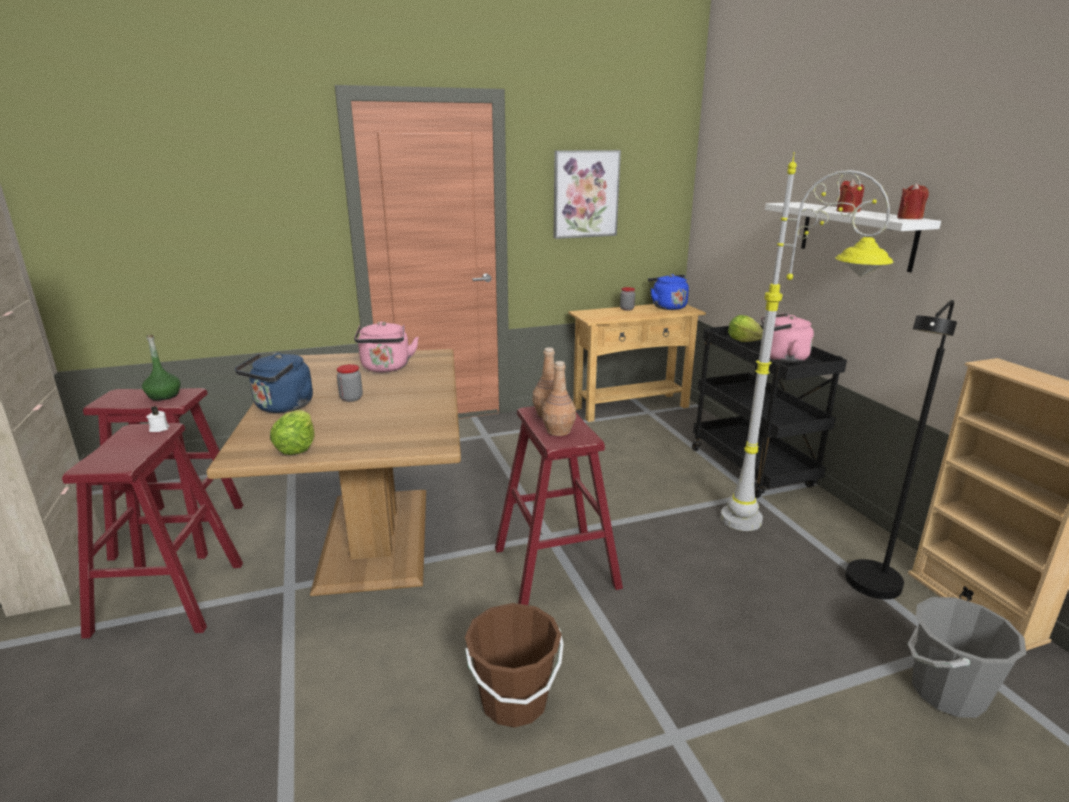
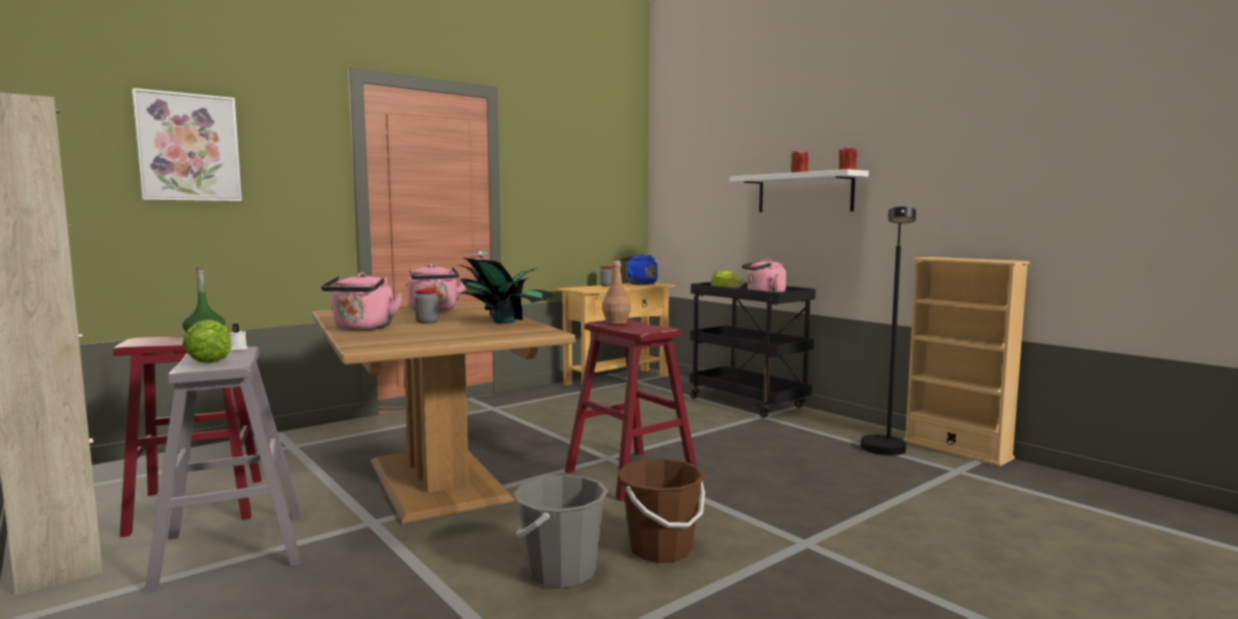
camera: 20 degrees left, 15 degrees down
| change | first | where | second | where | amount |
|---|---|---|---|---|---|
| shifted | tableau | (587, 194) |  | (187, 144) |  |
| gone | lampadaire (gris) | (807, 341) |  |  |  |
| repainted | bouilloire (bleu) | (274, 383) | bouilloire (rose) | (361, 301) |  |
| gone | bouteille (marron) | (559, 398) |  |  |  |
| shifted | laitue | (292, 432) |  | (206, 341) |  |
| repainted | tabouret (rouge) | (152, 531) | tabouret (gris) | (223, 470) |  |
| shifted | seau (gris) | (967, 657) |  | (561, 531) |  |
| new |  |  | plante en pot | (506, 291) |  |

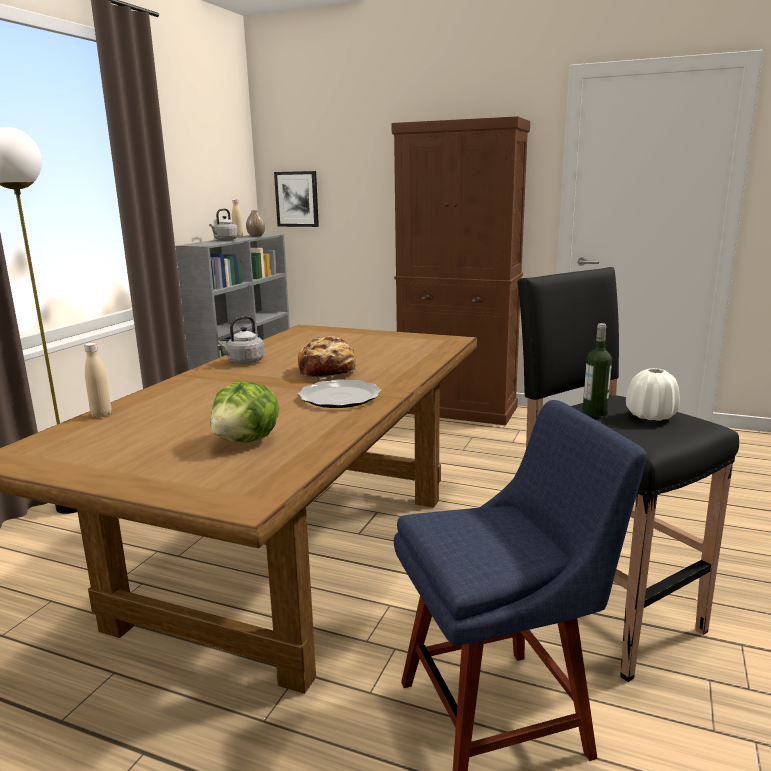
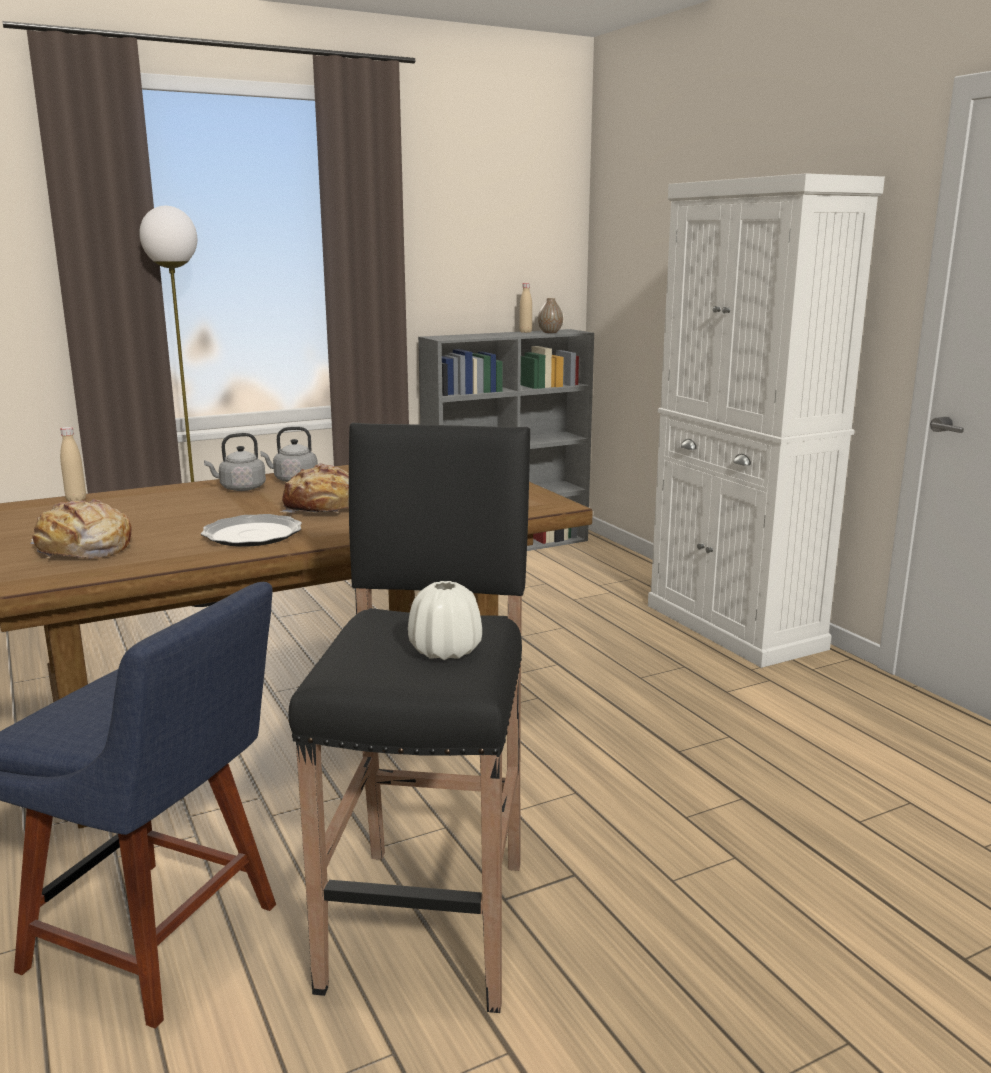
camera: 40 degrees right, 0 degrees up
| change | first | where | second | where | amount |
|---|---|---|---|---|---|
| repainted | meuble de rangement (marron) | (461, 270) | meuble de rangement (blanc) | (766, 420) |  |
| gone | tableau | (296, 199) |  |  |  |
| shifted | bouilloire (gris) | (223, 224) |  | (235, 462) |  |
| gone | bouteille | (597, 370) |  |  |  |
| swapped | laitue | (245, 411) | pain | (81, 529) |  |

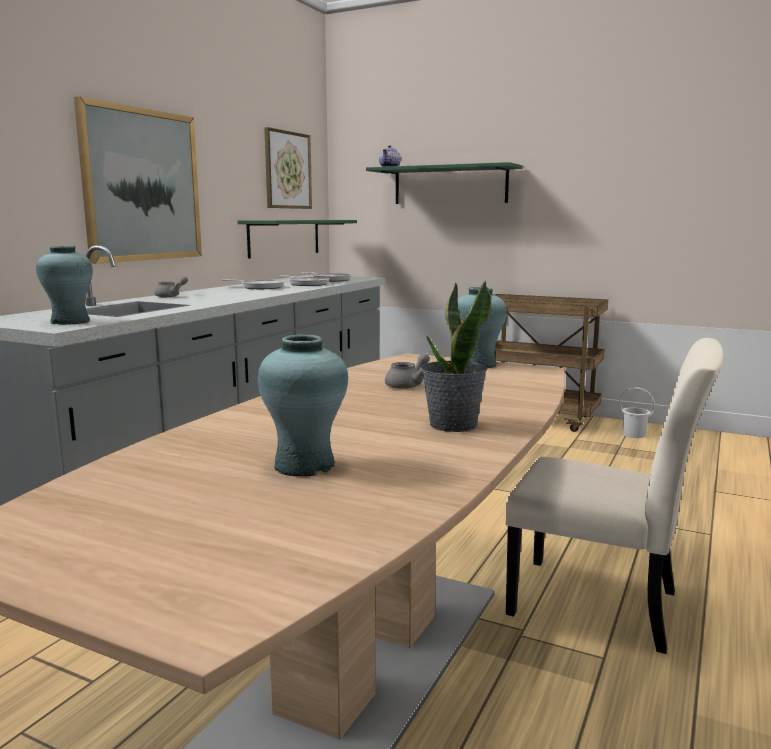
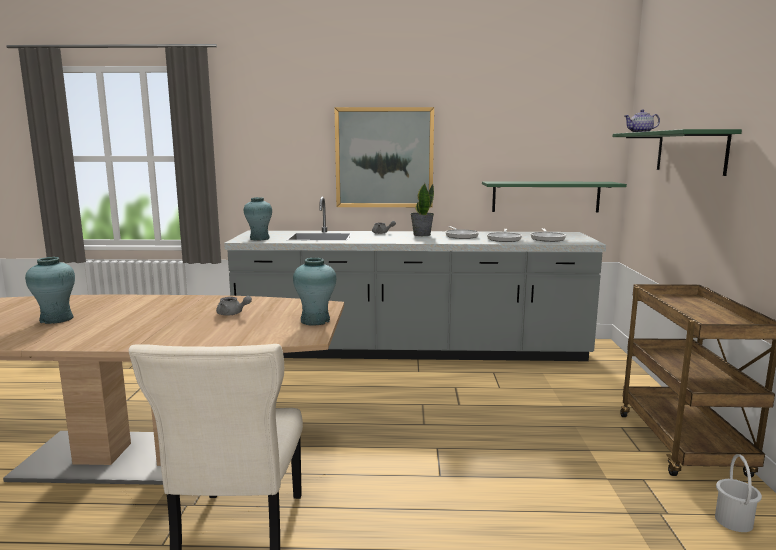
camera: 65 degrees right, 0 degrees up
| change | first | where | second | where | amount |
|---|---|---|---|---|---|
| gone | tableau | (288, 168) |  |  |  |
| shifted | plante en pot | (456, 356) |  | (422, 209) |  |

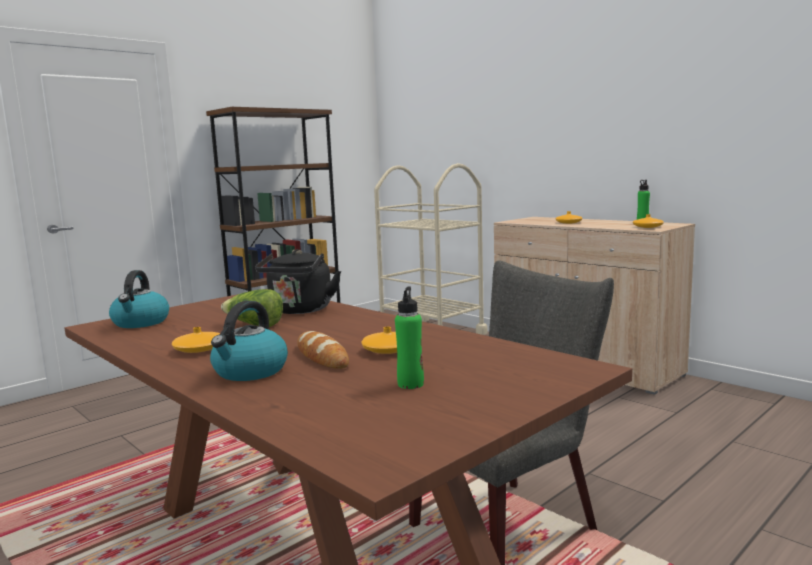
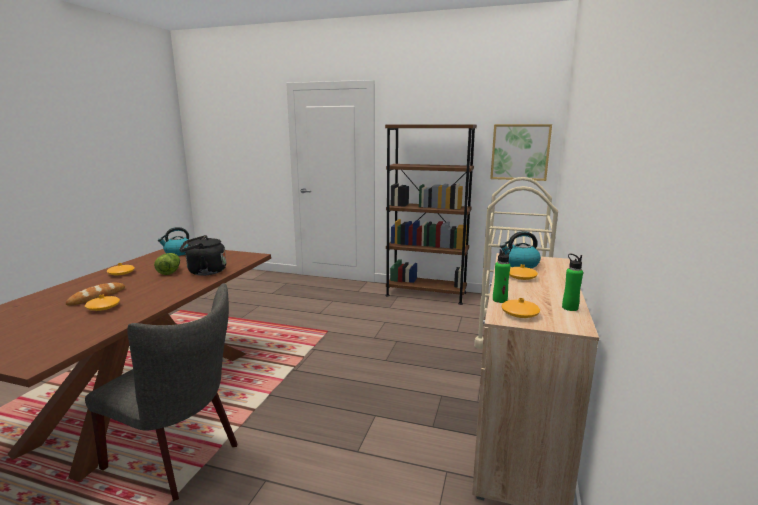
camera: 60 degrees right, 5 degrees up
| change | first | where | second | where | amount |
|---|---|---|---|---|---|
| shifted | bouteille (vert) | (409, 338) |  | (502, 275) |  |
| shifted | bouilloire | (249, 341) |  | (520, 249) |  |
| new |  |  | tableau | (521, 152) |  |

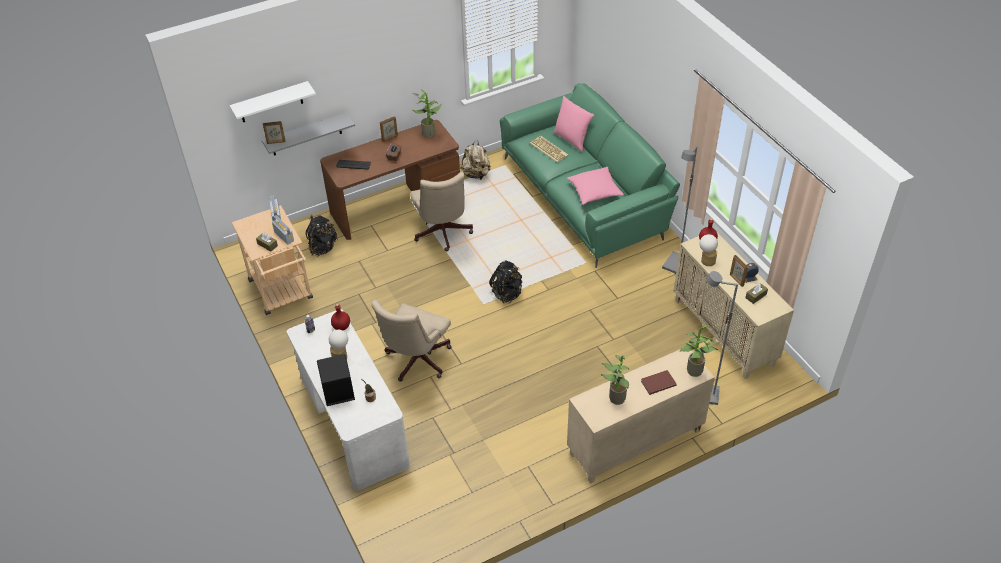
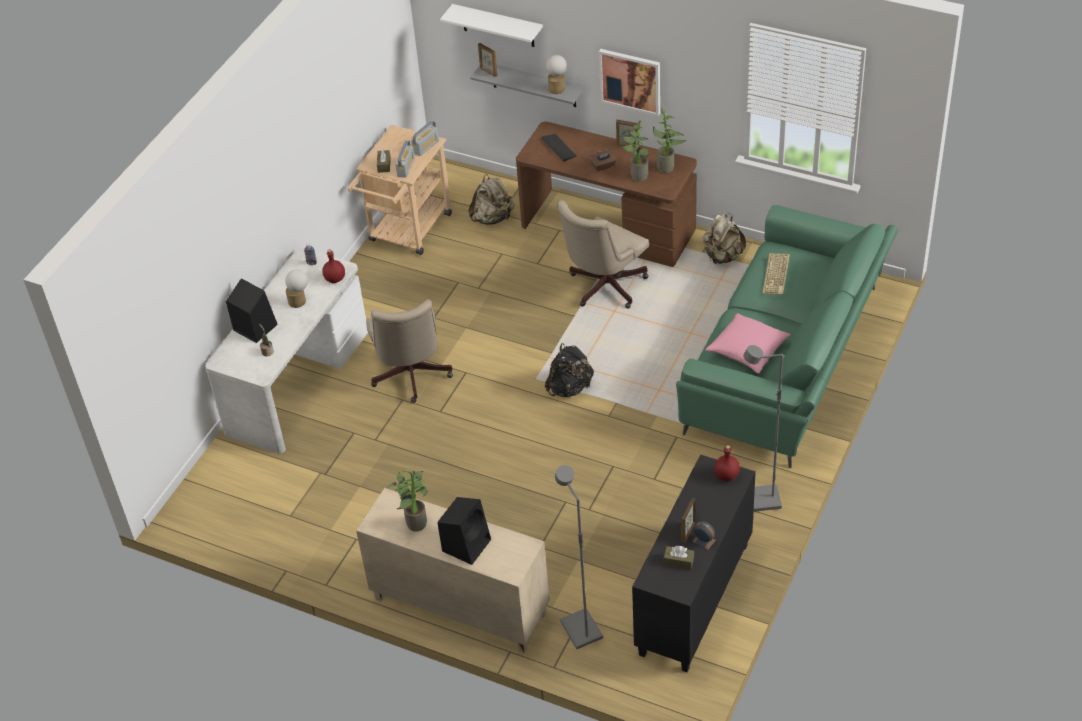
camera: 55 degrees right, 0 degrees up
| change | first | where | second | where | amount |
|---|---|---|---|---|---|
| gone | coussin (rose) | (574, 124) |  |  |  |
| repainted | sac à dos (noir) | (322, 236) | sac à dos (beige) | (491, 199) |  |
| repainted | meuble de rangement (beige) | (734, 305) | meuble de rangement (noir) | (694, 563) |  |
| shifted | lampe de table | (708, 250) |  | (556, 74) |  |
| rotated | chaise de bureau (beige) | (411, 340) |  | (409, 351) | 90 degrees counterclockwise |
| shifted | plante en pot | (699, 351) |  | (634, 150) |  |
| swapped | livre (marron) | (659, 382) | enceinte (noir) | (464, 531) |  |
| new |  |  | tableau | (629, 82) |  |

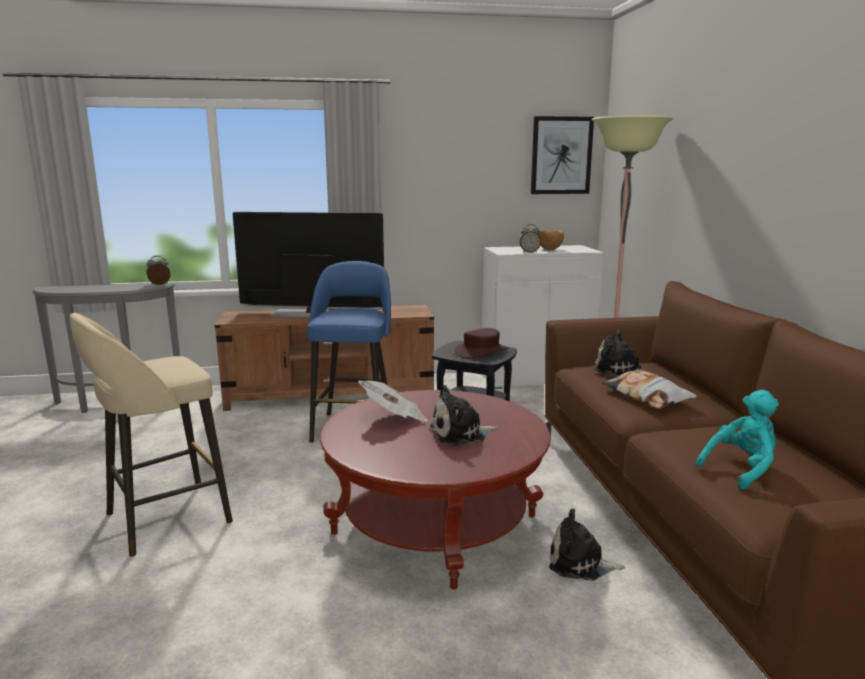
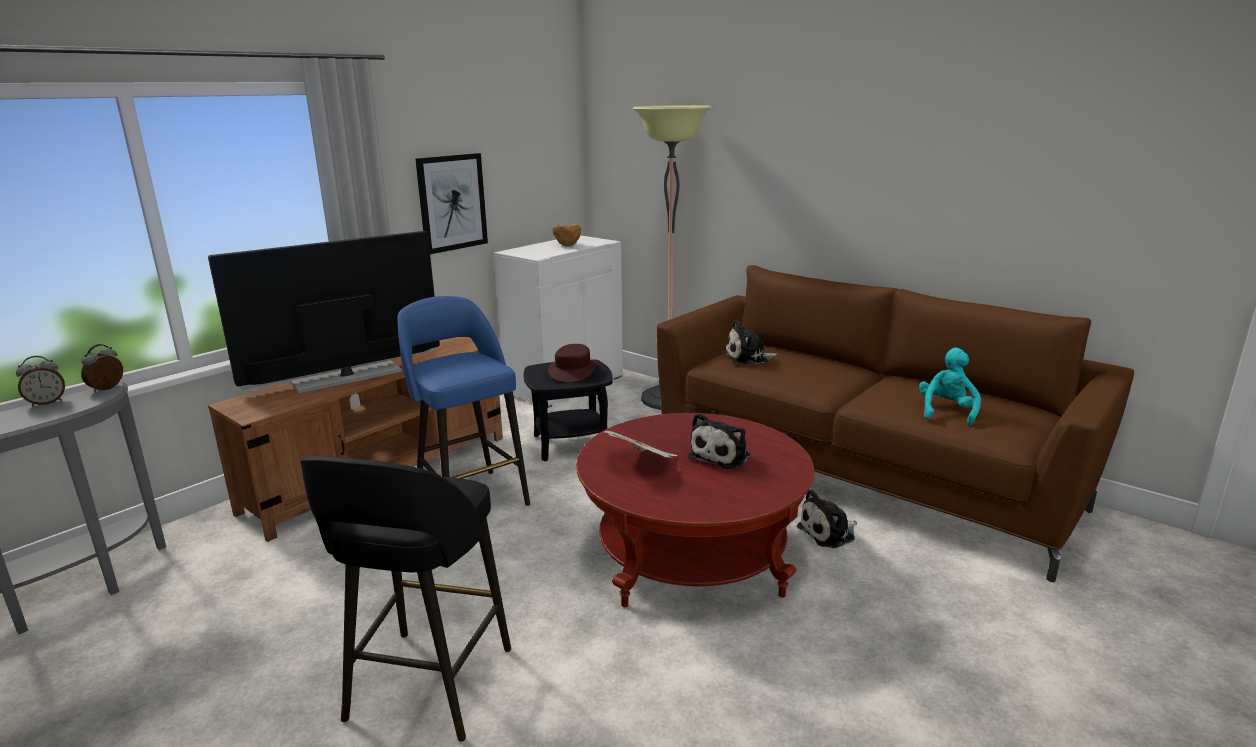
camera: 40 degrees left, 5 degrees up
| change | first | where | second | where | amount |
|---|---|---|---|---|---|
| shifted | tableau | (562, 155) |  | (451, 203) |  |
| shifted | réveil | (530, 238) |  | (40, 381) |  |
| repainted | tabouret (beige) | (151, 435) | tabouret (noir) | (405, 599) |  |
| gone | coussin | (649, 389) |  |  |  |

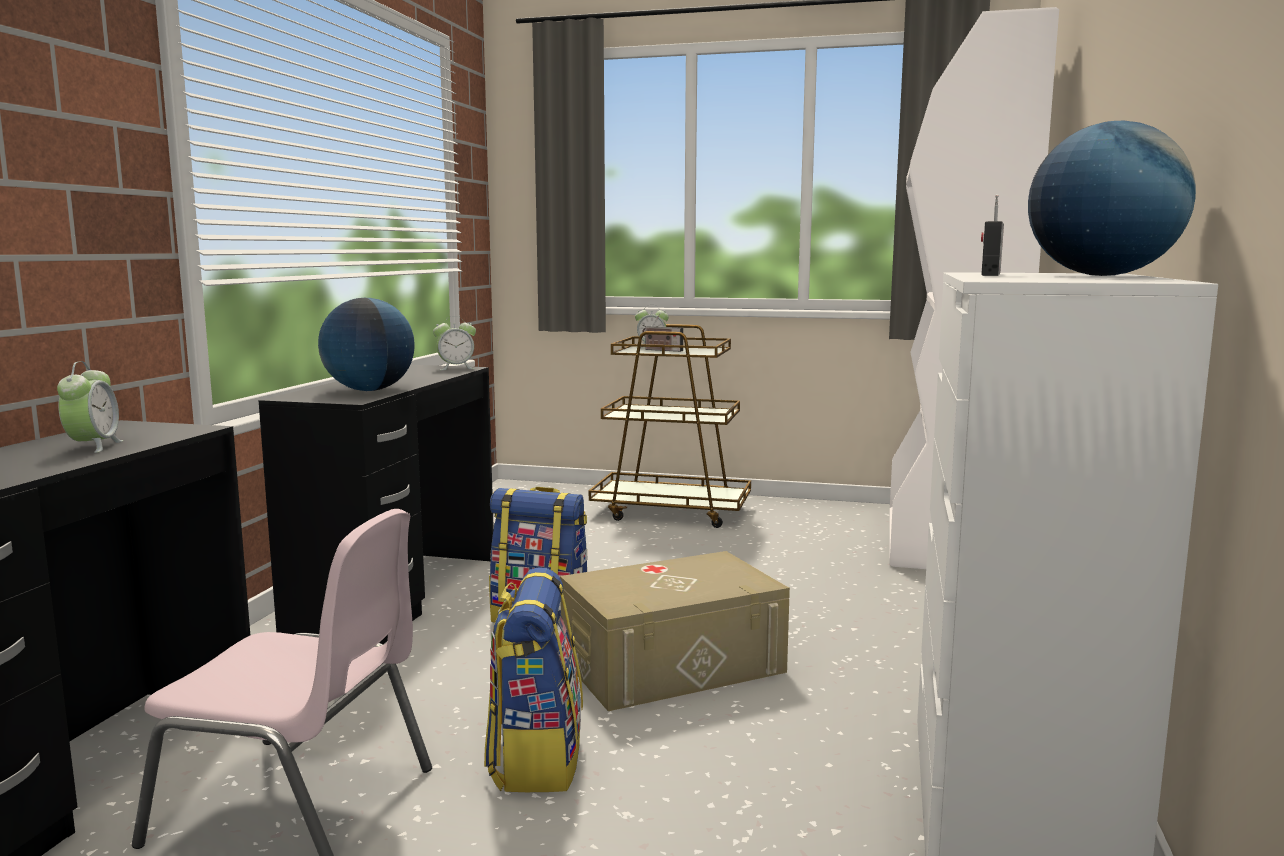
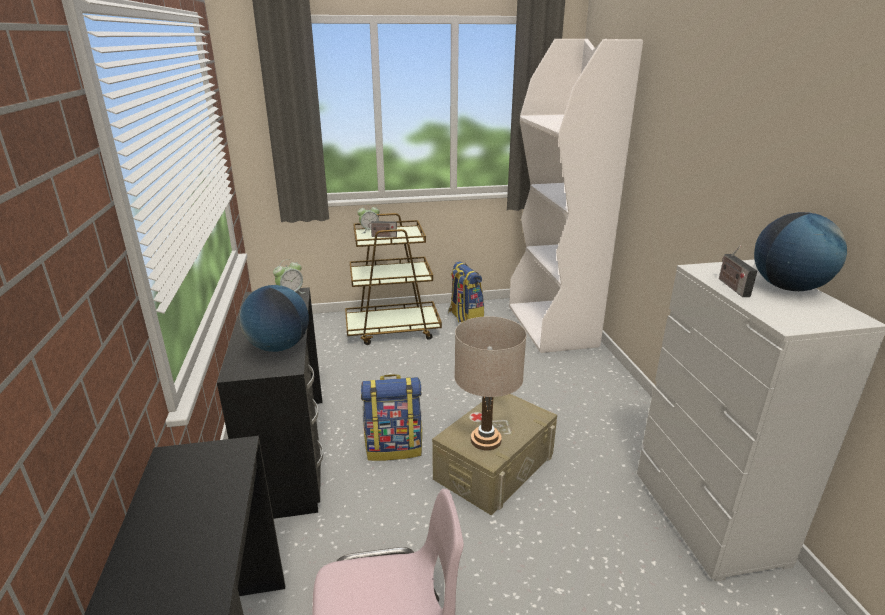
camera: 25 degrees left, 15 degrees up
| change | first | where | second | where | amount |
|---|---|---|---|---|---|
| gone | réveil | (90, 407) |  |  |  |
| shifted | sac à dos | (533, 679) |  | (466, 292) |  |
| new |  |  | lampe de table (beige) | (491, 383) |  |

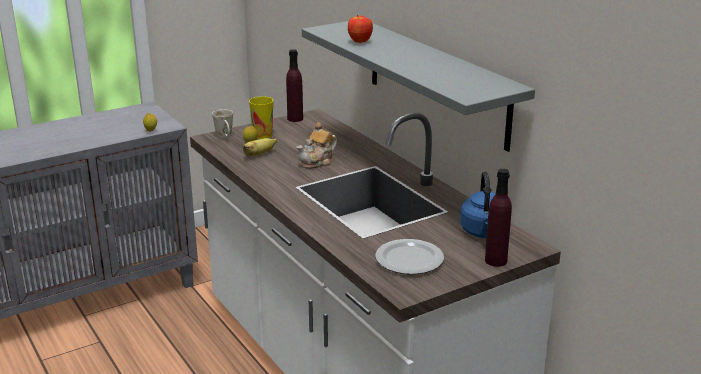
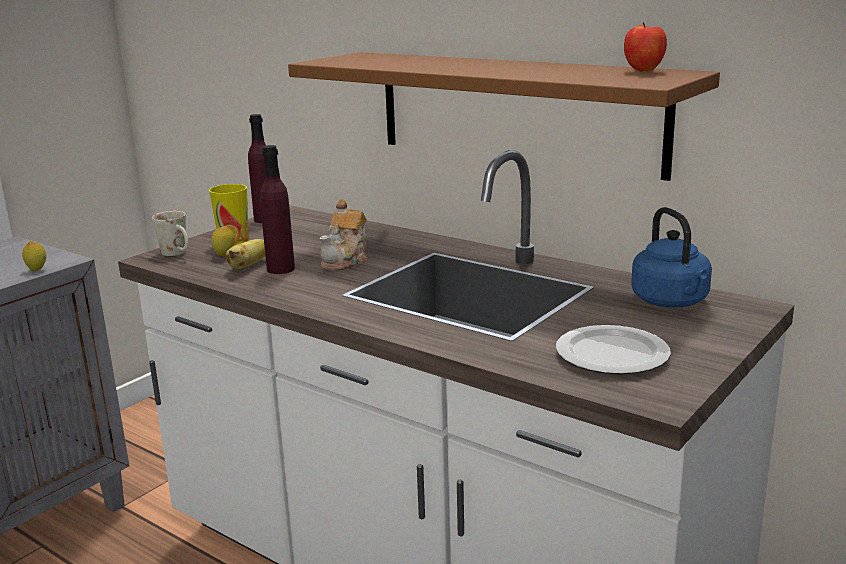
camera: 20 degrees left, 5 degrees down
| change | first | where | second | where | amount |
|---|---|---|---|---|---|
| shifted | pomme | (360, 29) |  | (645, 47) |  |
| repainted | étagère (gris) | (418, 86) | étagère (marron) | (504, 116) |  |
| shifted | bouteille (violet) | (498, 218) |  | (277, 209) |  |

